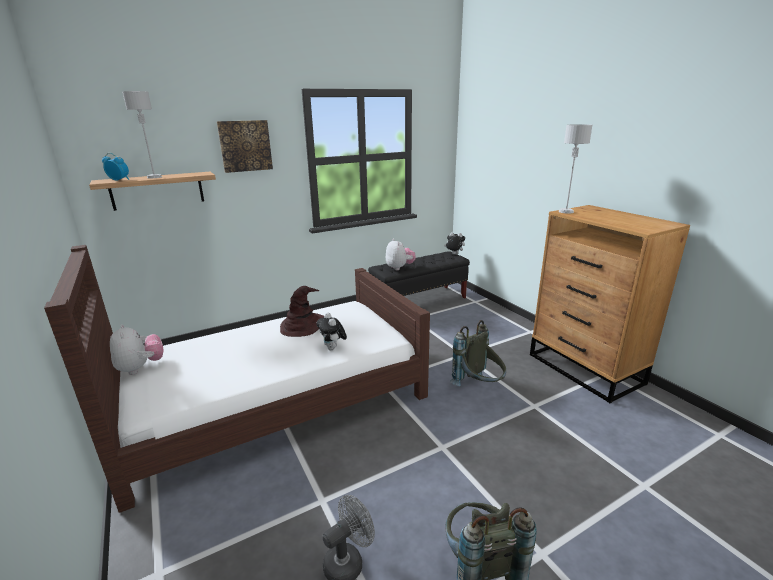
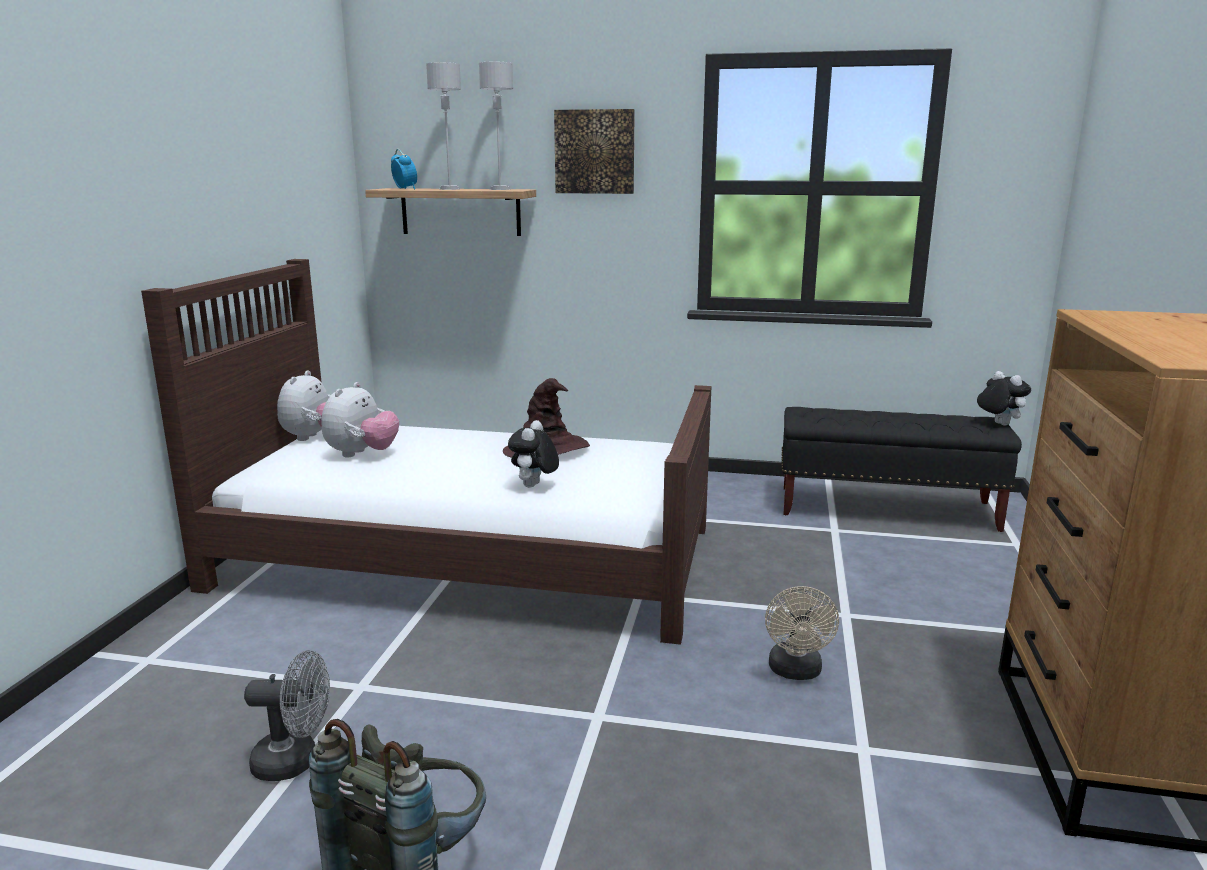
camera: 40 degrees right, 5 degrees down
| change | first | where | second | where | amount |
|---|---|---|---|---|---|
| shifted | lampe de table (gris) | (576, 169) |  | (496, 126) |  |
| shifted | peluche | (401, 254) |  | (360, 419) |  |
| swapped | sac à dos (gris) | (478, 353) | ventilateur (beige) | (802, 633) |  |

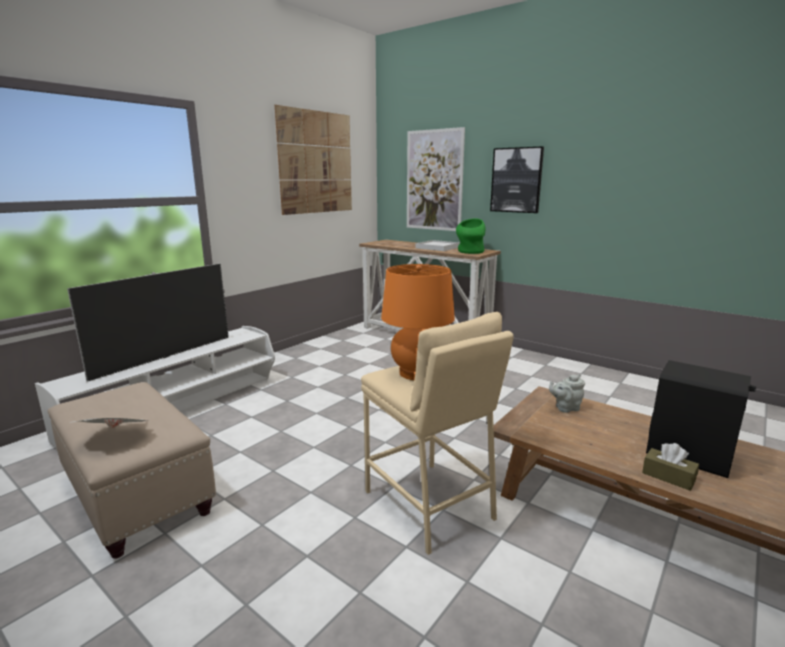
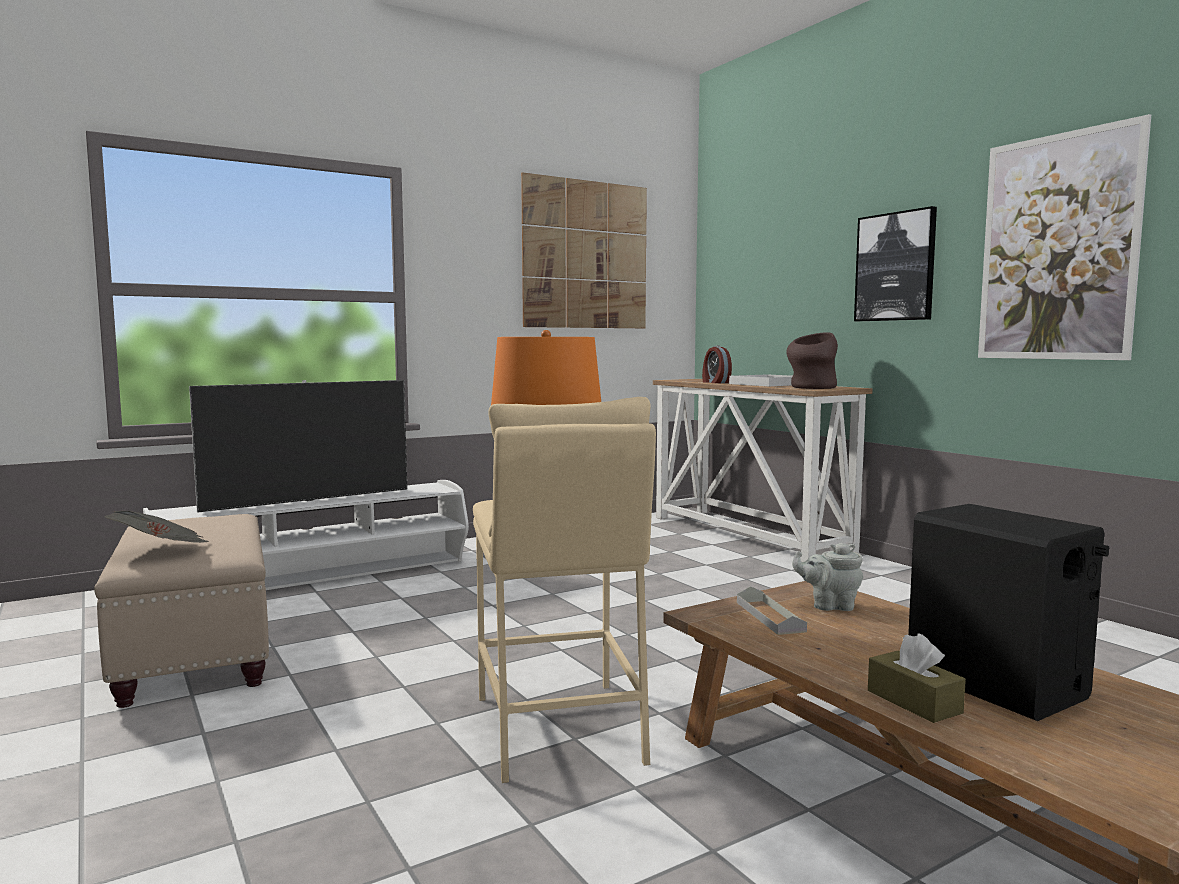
camera: 20 degrees right, 10 degrees down
| change | first | where | second | where | amount |
|---|---|---|---|---|---|
| shifted | tableau | (436, 179) |  | (1064, 237) |  |
| repainted | vase (vert) | (471, 236) | vase (marron) | (812, 360) |  |
| new |  |  | réveil | (717, 364) |  |
| new |  |  | plateau (gris) | (772, 610) |  |

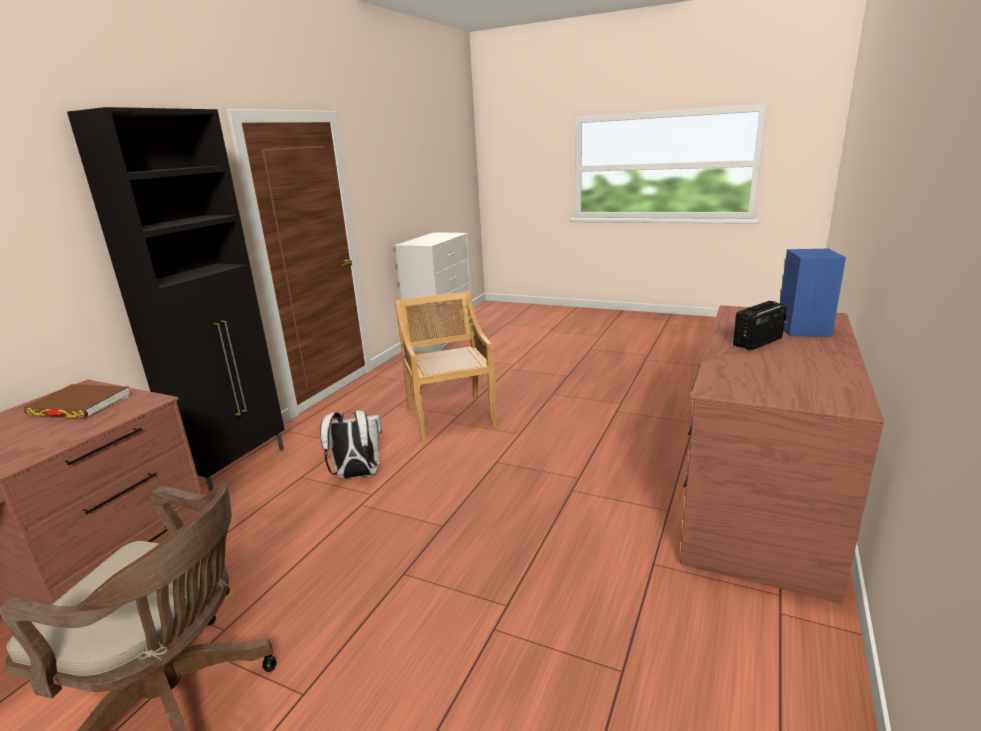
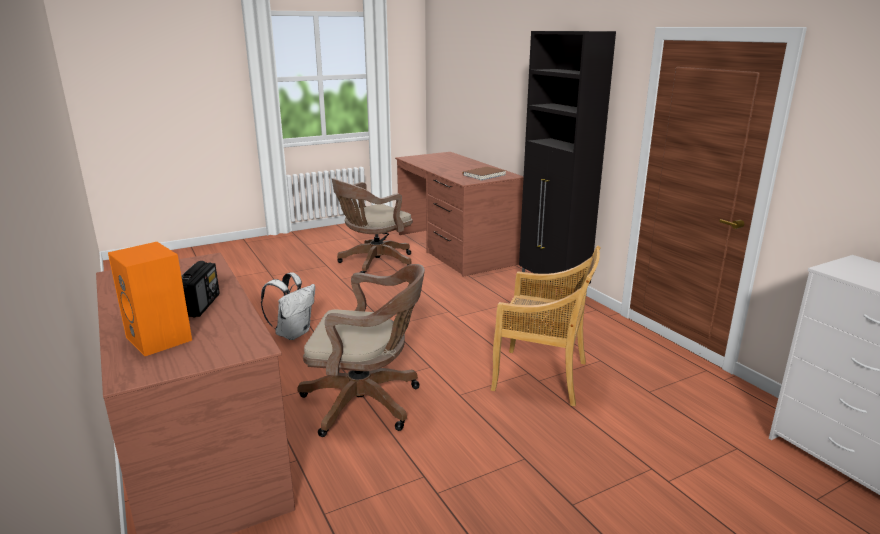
camera: 125 degrees right, 0 degrees up
| change | first | where | second | where | amount |
|---|---|---|---|---|---|
| repainted | enceinte (bleu) | (813, 293) | enceinte (orange) | (150, 299) |  |
| shifted | sac à dos (blanc) | (351, 444) |  | (288, 306) |  |
| new |  |  | chaise de bureau (marron) | (361, 350) |  |

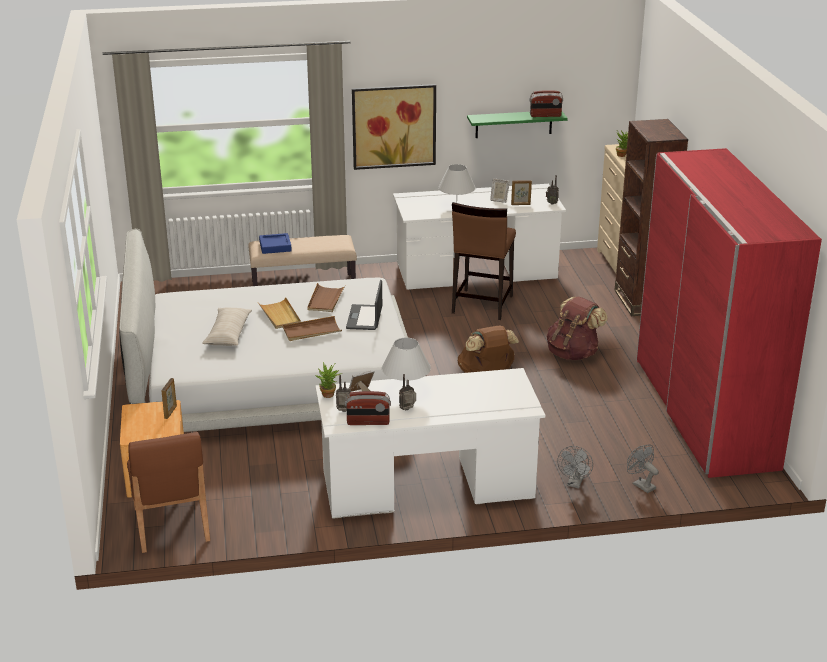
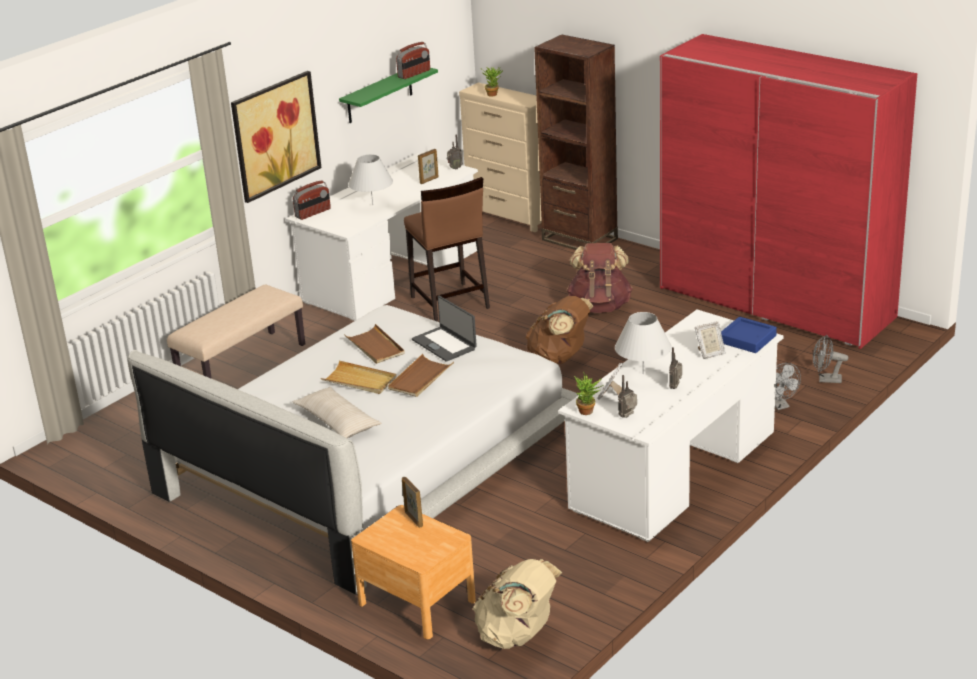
camera: 40 degrees left, 0 degrees up
| change | first | where | second | where | amount |
|---|---|---|---|---|---|
| shifted | cadre photo | (500, 190) |  | (710, 340) |  |
| shifted | plateau (bleu) | (275, 243) |  | (749, 335) |  |
| shifted | radio | (368, 408) |  | (312, 200) |  |
| swapped | chaise (marron) | (168, 492) | sac à dos (beige) | (517, 604) |  |

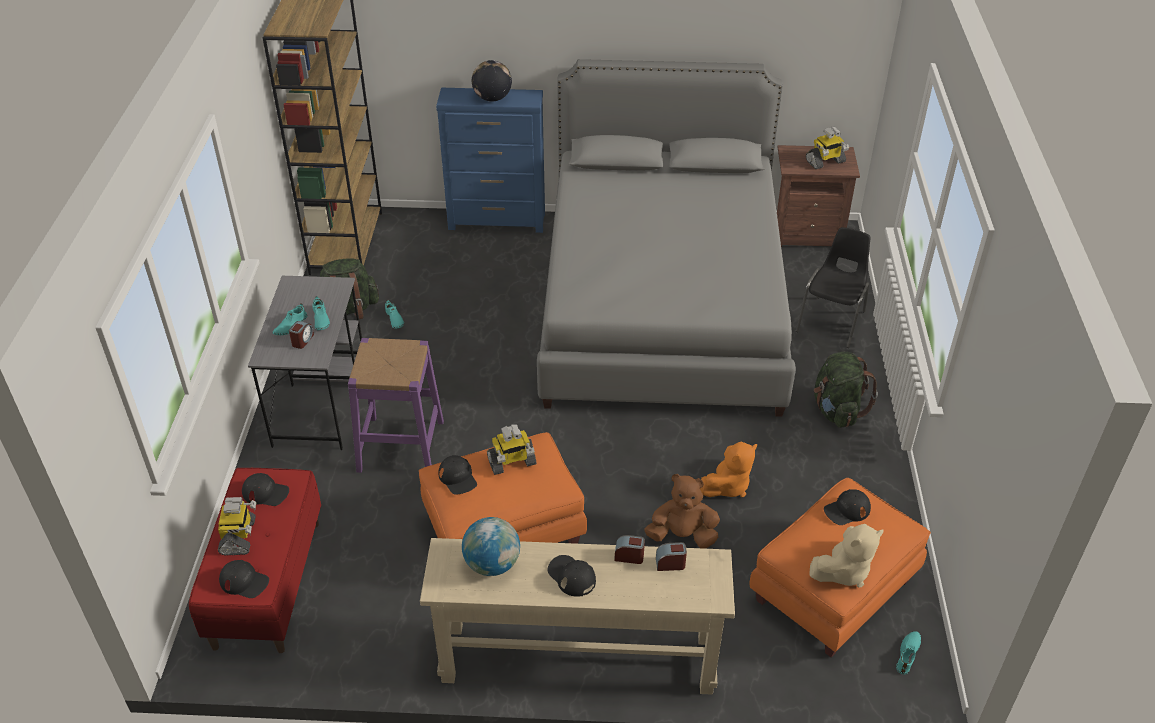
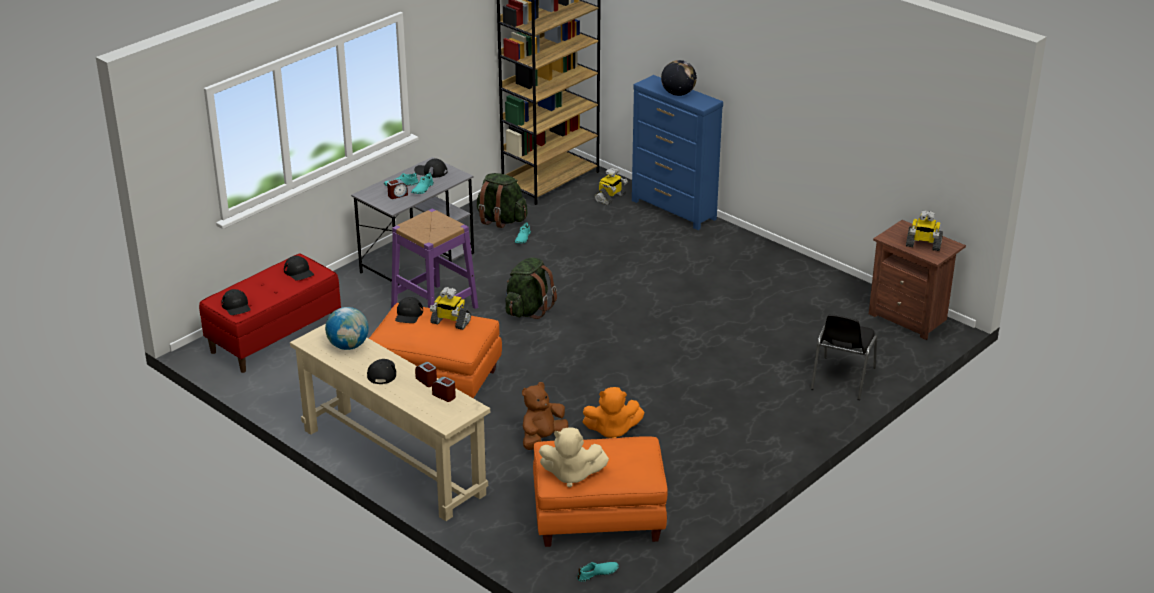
camera: 40 degrees right, 10 degrees down
| change | first | where | second | where | amount |
|---|---|---|---|---|---|
| gone | lit (gris) | (666, 238) |  |  |  |
| rotated | chaise (noir) | (833, 287) |  | (844, 357) | 135 degrees clockwise |
| shifted | sac à dos (vert) | (846, 390) |  | (531, 288) |  |
| rotated | peluche (marron) | (682, 511) |  | (545, 416) | 90 degrees counterclockwise |
| shifted | casquette (noir) | (847, 507) |  | (430, 168) |  |
| shifted | robot jouet | (237, 526) |  | (611, 187) |  |

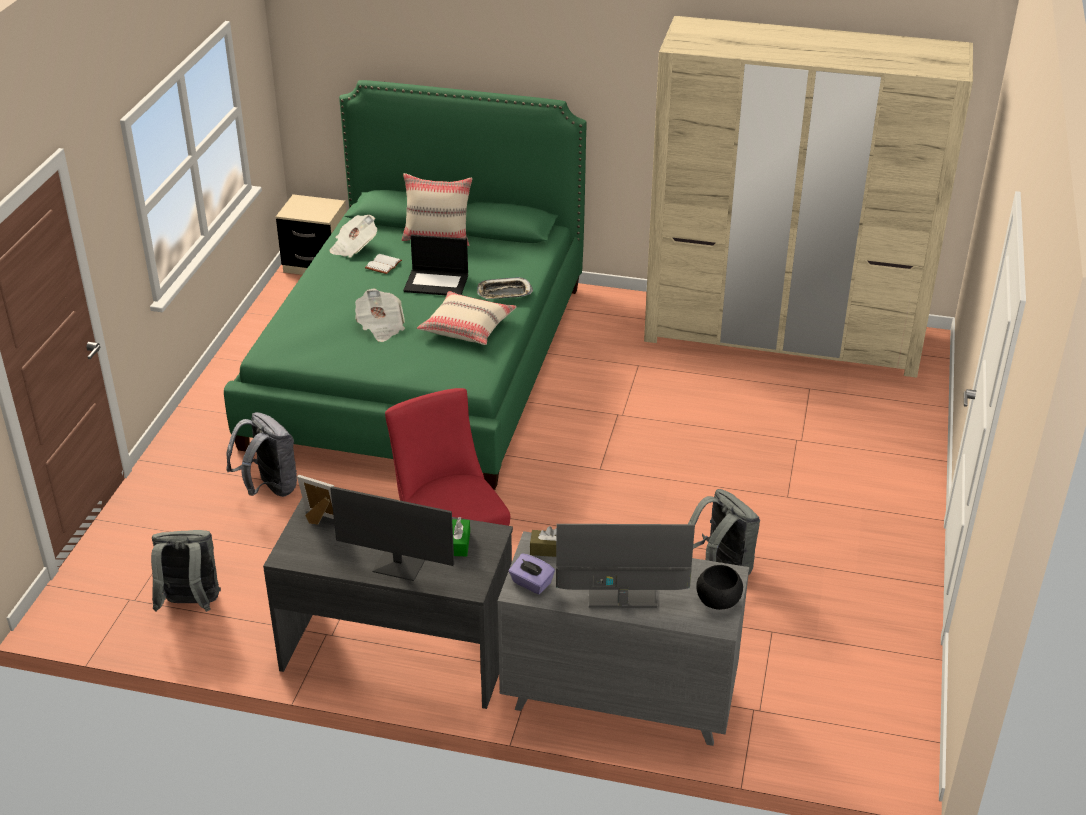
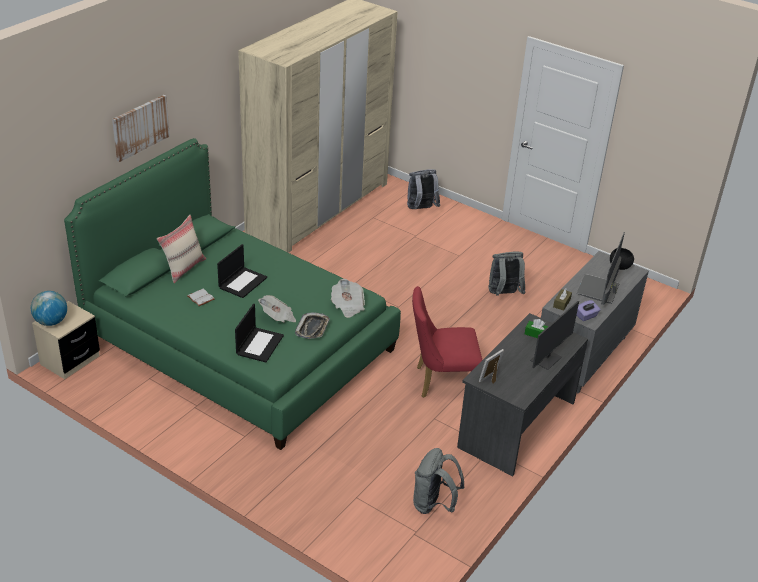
camera: 70 degrees left, 0 degrees up
| change | first | where | second | where | amount |
|---|---|---|---|---|---|
| shifted | journal | (353, 236) |  | (348, 298) |  |
| shifted | plateau | (505, 288) |  | (312, 325) |  |
| gone | coussin (beige) | (467, 318) |  |  |  |
| shifted | sac à dos (gris) | (261, 454) |  | (423, 189) |  |
| new |  |  | tableau | (141, 128) |  |
| new |  |  | globe | (49, 308) |  |
| new |  |  | ordinateur portable | (259, 333) |  |

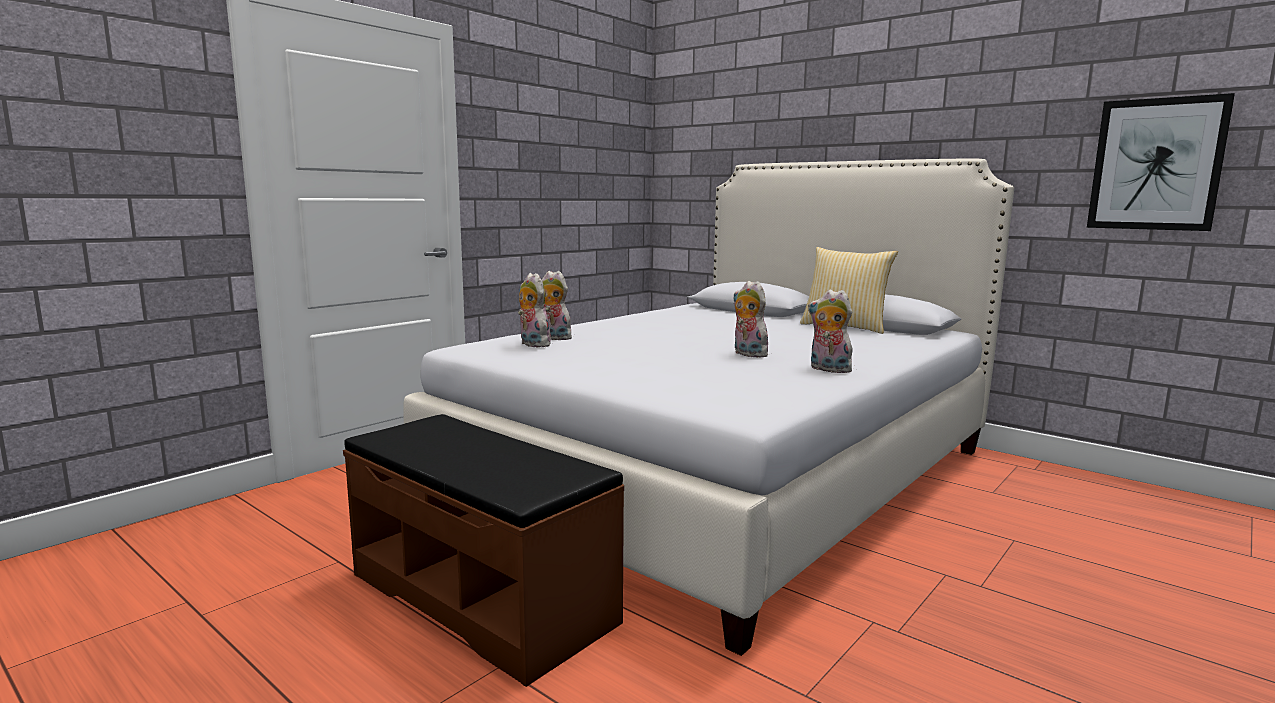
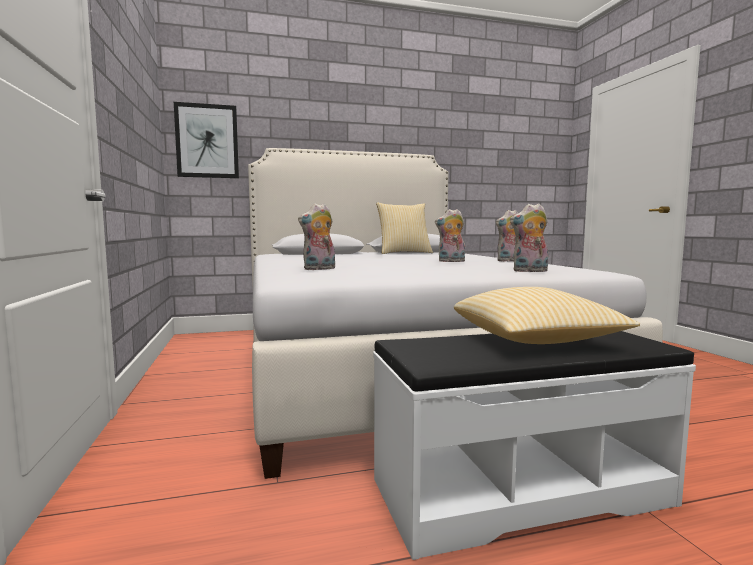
camera: 55 degrees left, 5 degrees down
| change | first | where | second | where | amount |
|---|---|---|---|---|---|
| shifted | tableau | (1161, 162) |  | (206, 140) |  |
| shifted | peluche | (534, 310) |  | (529, 237) |  |
| repainted | banc (marron) | (483, 550) | banc (blanc) | (534, 445) |  |
| new |  |  | coussin | (547, 315) |  |

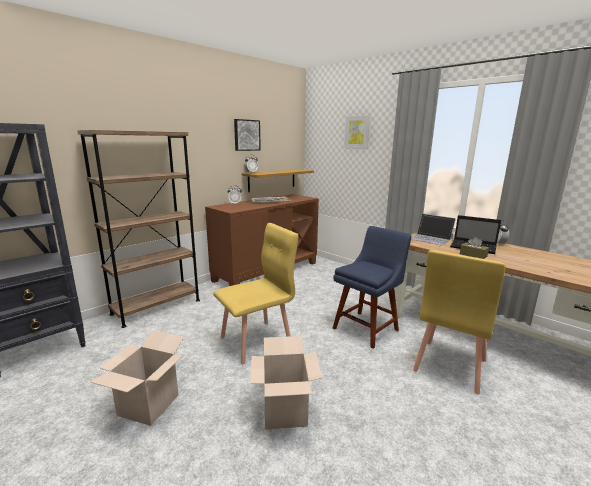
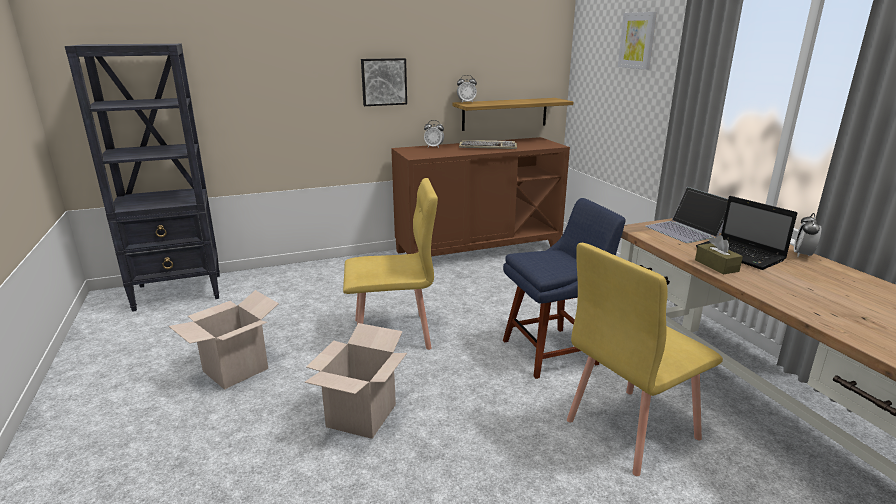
camera: 25 degrees right, 5 degrees up
| change | first | where | second | where | amount |
|---|---|---|---|---|---|
| shifted | tableau | (247, 135) |  | (384, 82) |  |
| gone | bibliothèque (marron) | (138, 229) |  |  |  |

